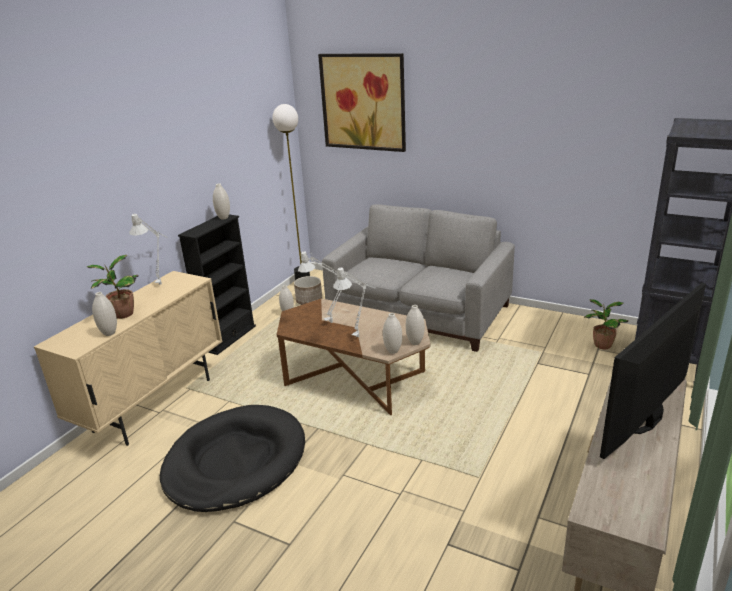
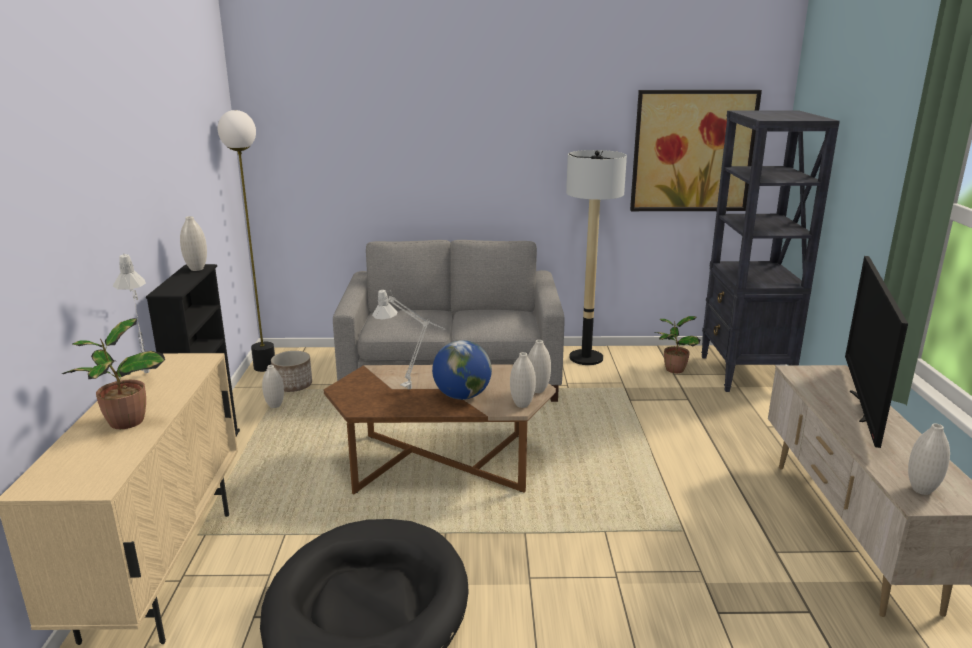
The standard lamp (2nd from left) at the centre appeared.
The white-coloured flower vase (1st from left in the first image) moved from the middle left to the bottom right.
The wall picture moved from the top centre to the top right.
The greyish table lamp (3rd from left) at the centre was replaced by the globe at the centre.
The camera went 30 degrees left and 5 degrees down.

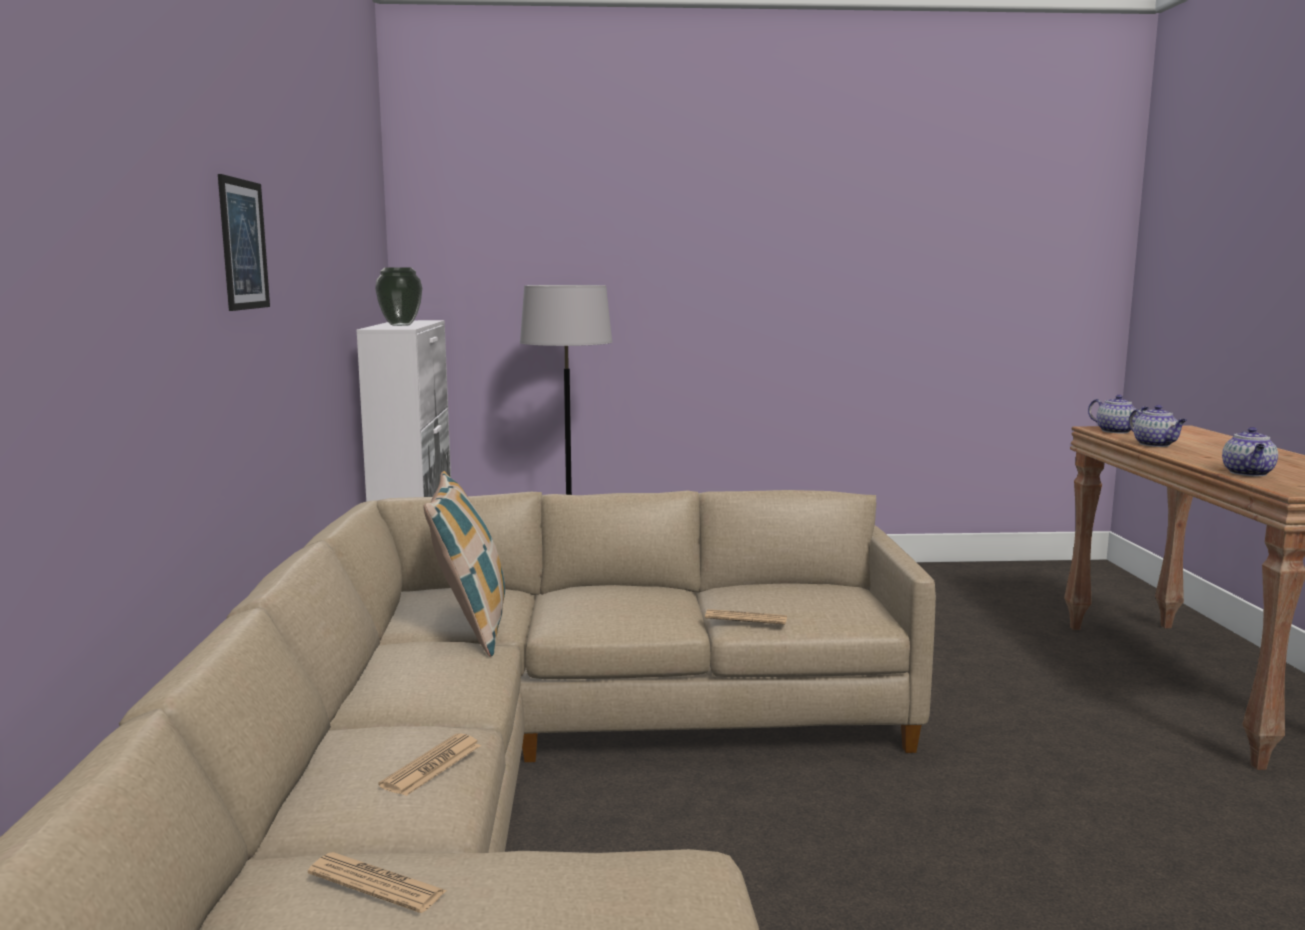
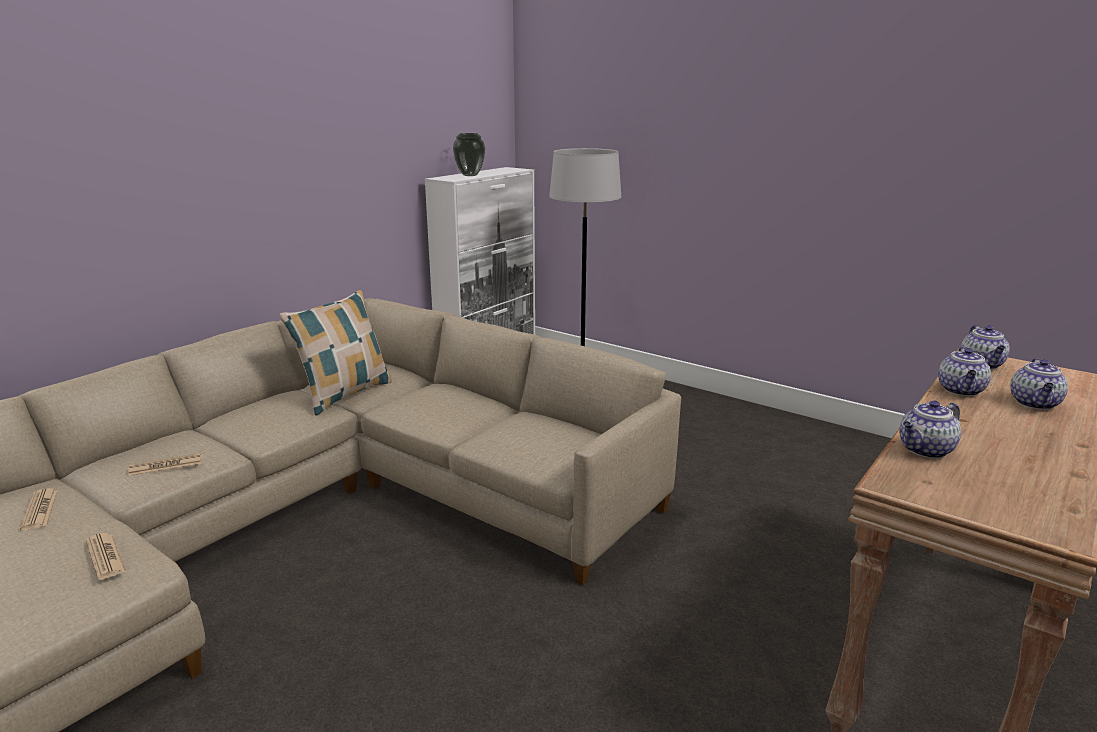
The wall picture at the top left disappeared.
The pot for tea (4th from left) at the middle right appeared.
The printed paper (3rd from left in the first image) moved from the centre to the bottom left.
The camera went 40 degrees right and 10 degrees up.

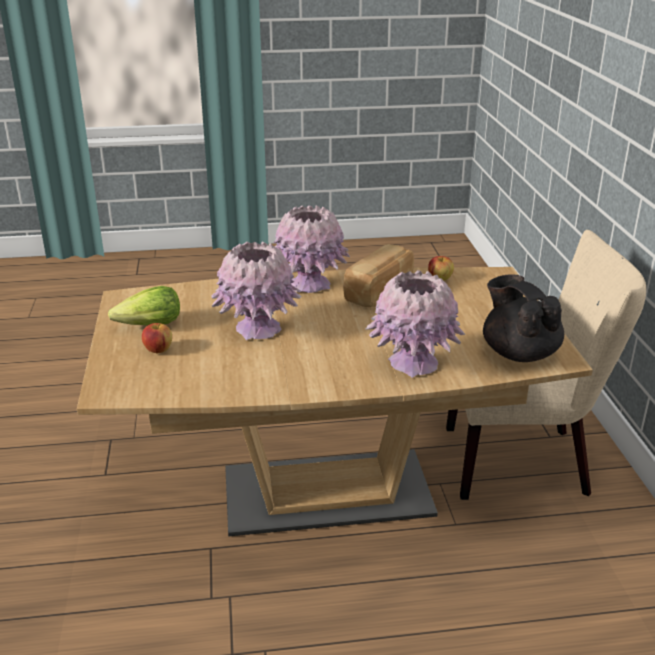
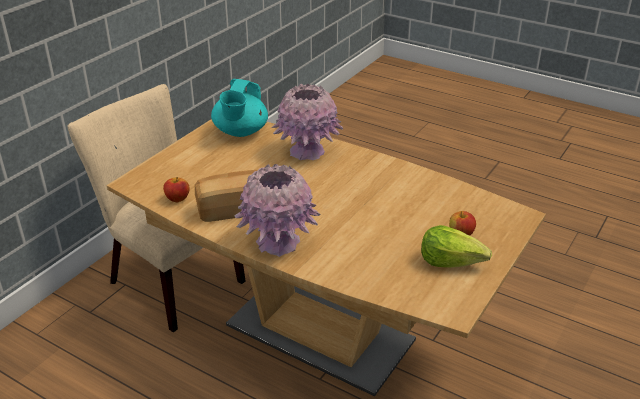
The pink flower vase (1st from left) at the centre disappeared.
The black pot for tea at the middle right became the turquoise pot for tea at the top centre.
The camera went 140 degrees left and 5 degrees up.

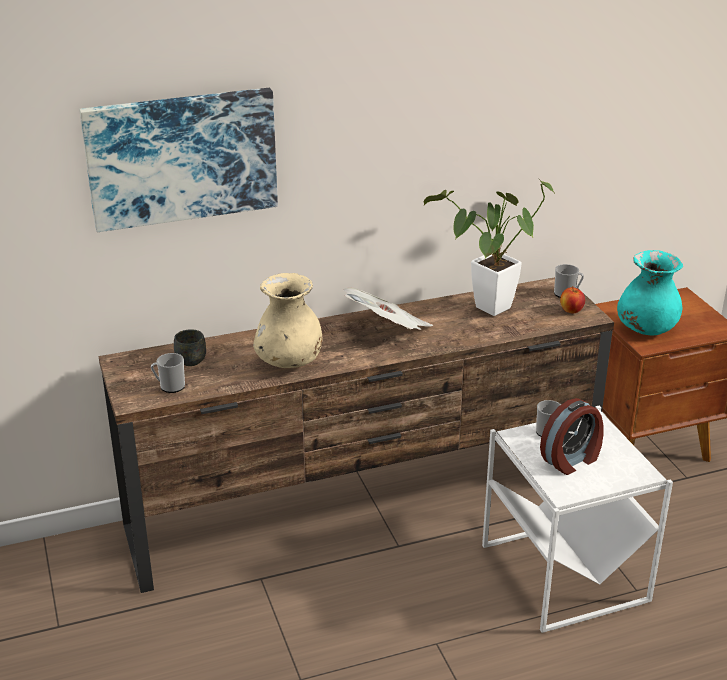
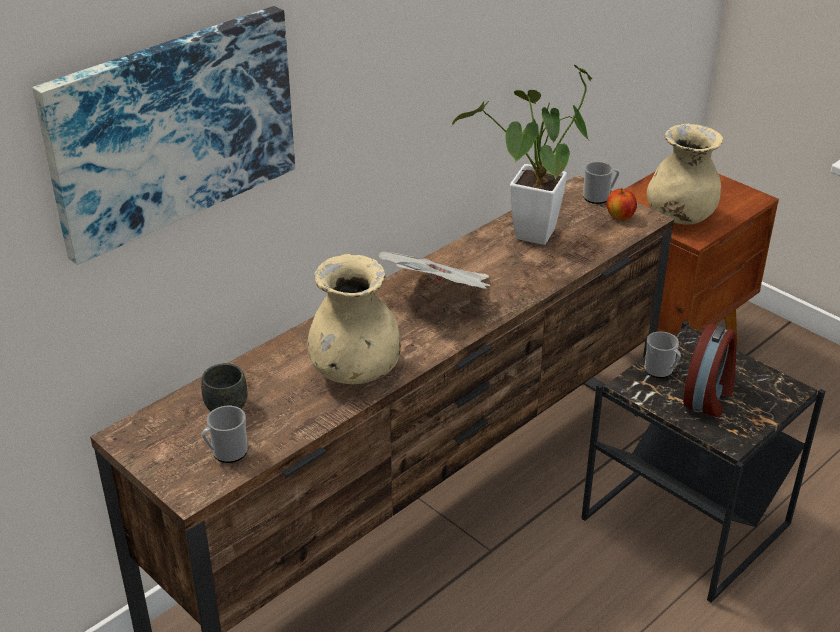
The white-coloured end table at the bottom right became the black end table at the bottom right.
The turquoise flower vase at the middle right became the sand-coloured flower vase (2nd from left) at the top right.
The camera went 25 degrees left and 5 degrees up.

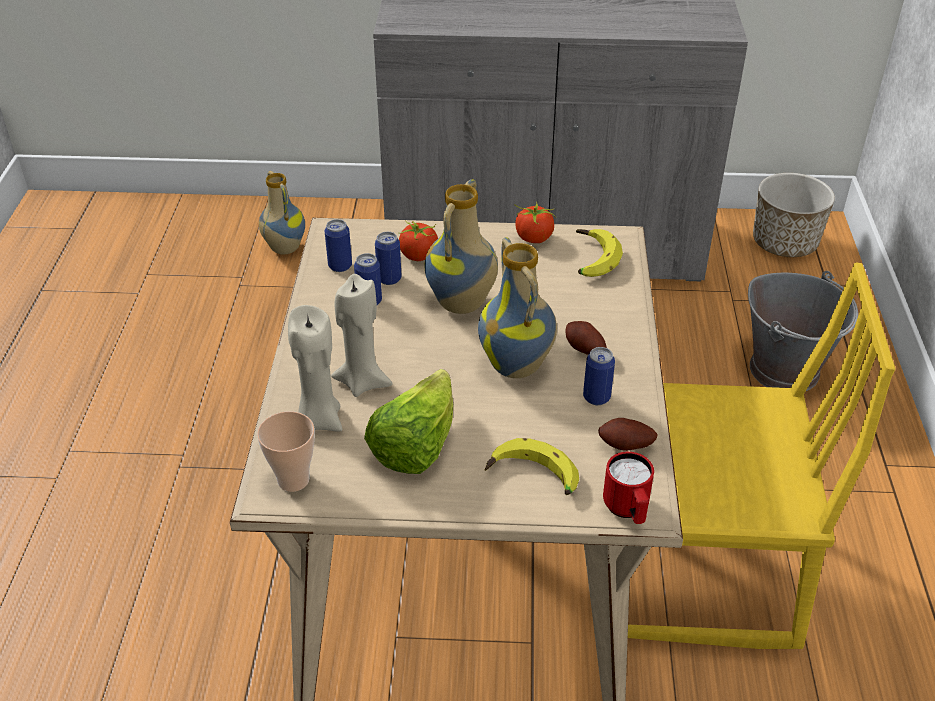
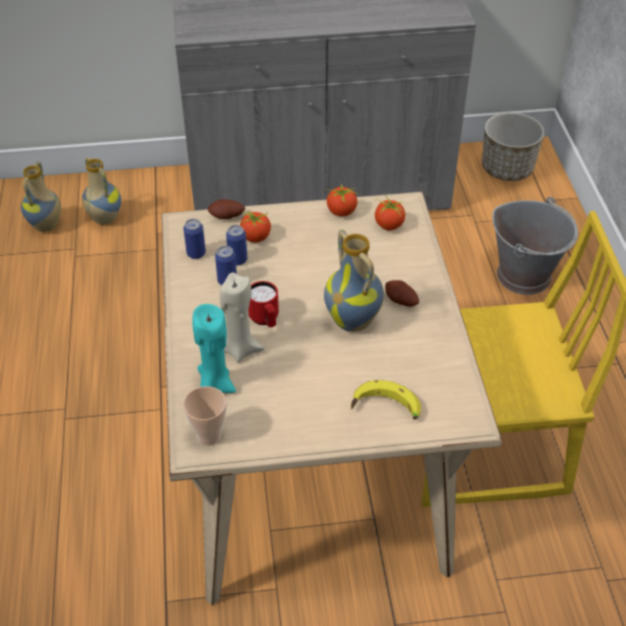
The lettuce head at the centre disappeared.
The can (4th from left) at the centre disappeared.
The flower vase (2nd from left in the first image) moved from the centre to the top left.
The spud (2nd from left in the first image) moved from the middle right to the centre.
The reddish tea mug moved from the bottom right to the centre.
The banana (2nd from left) at the centre was replaced by the tomato (3rd from left) at the centre.
The sand-coloured wax candle (1st from left) at the centre became the turquoise wax candle at the centre.
The camera went 10 degrees left and 5 degrees up.

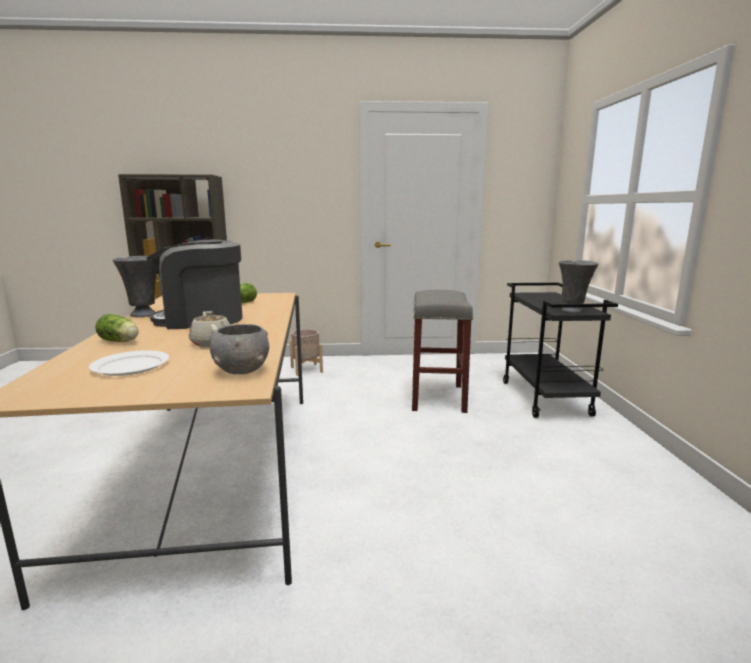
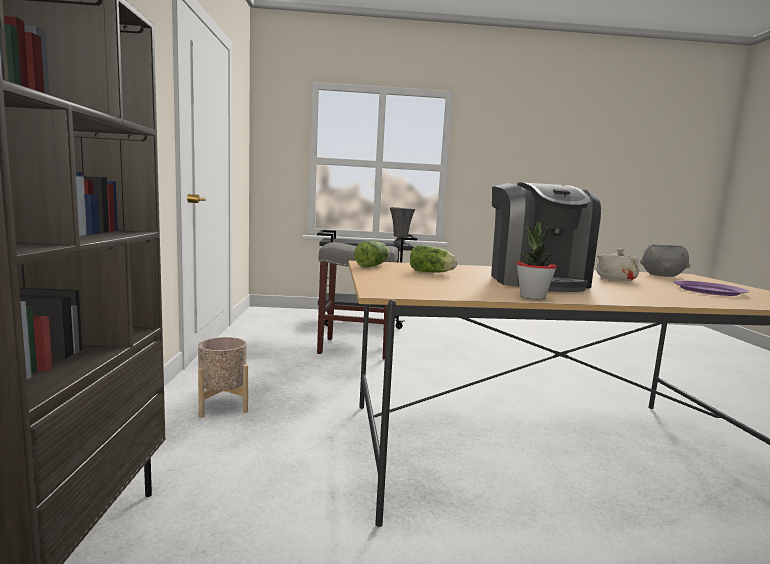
The lettuce head (1st from left) moved from the middle left to the centre.
The greyish flower vase (1st from left) at the middle left was replaced by the potted plant at the middle right.
The white-coloured plate at the middle left became the purplish plate at the middle right.
The camera went 90 degrees left and 5 degrees down.

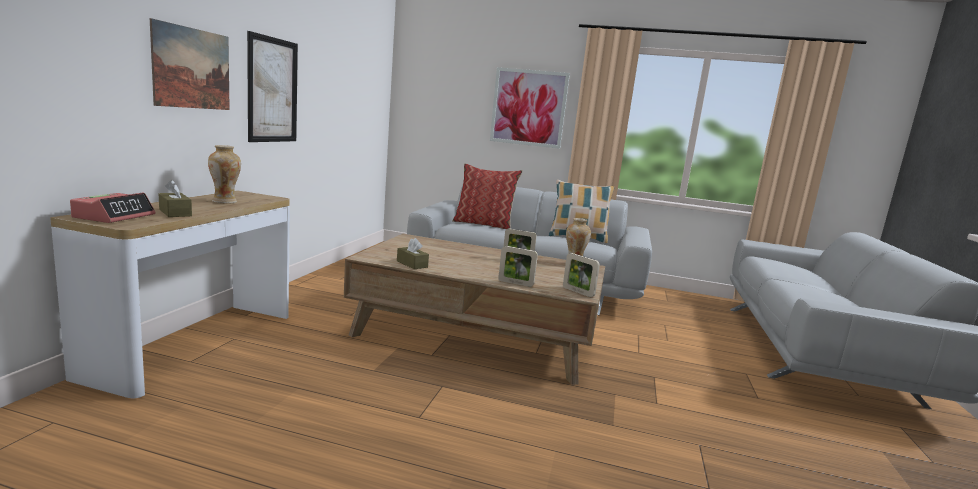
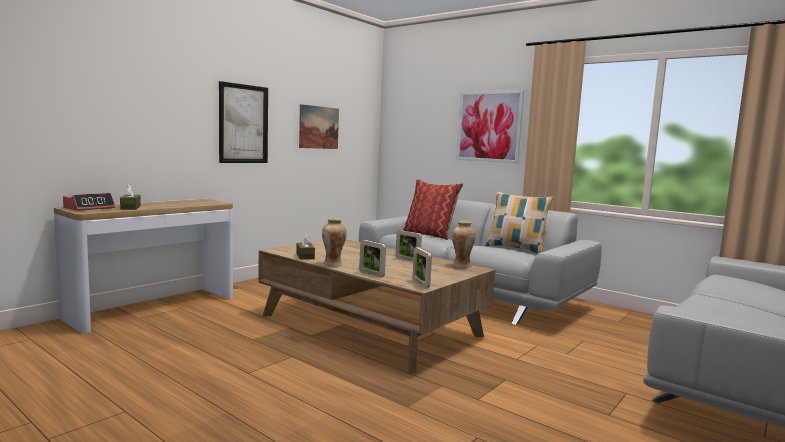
The wall picture (1st from left in the first image) moved from the top left to the top centre.
The flower vase (1st from left) moved from the middle left to the centre.
The camera went 25 degrees right and 5 degrees down.

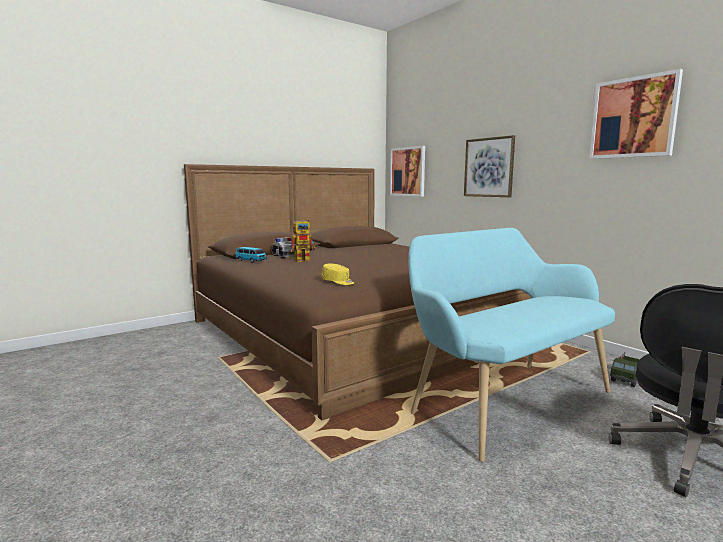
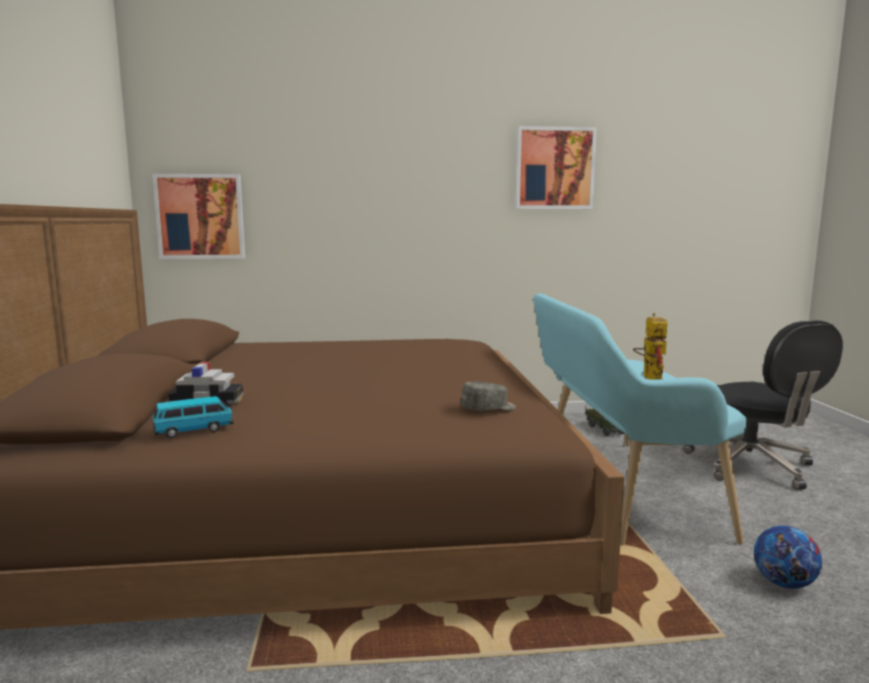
The wall picture (2nd from left) at the top right disappeared.
The football at the bottom right appeared.
The robot figure moved from the centre to the middle right.
The yellow baseball cap at the centre became the greyish baseball cap at the centre.
The camera went 60 degrees left and 0 degrees up.

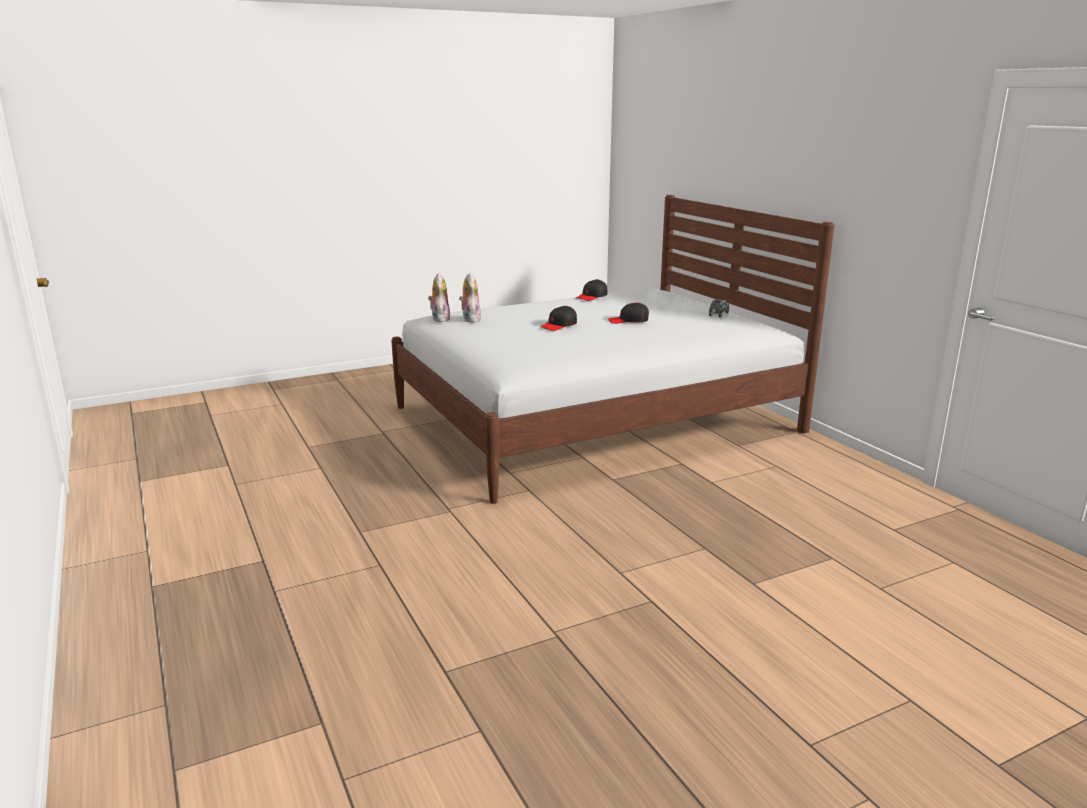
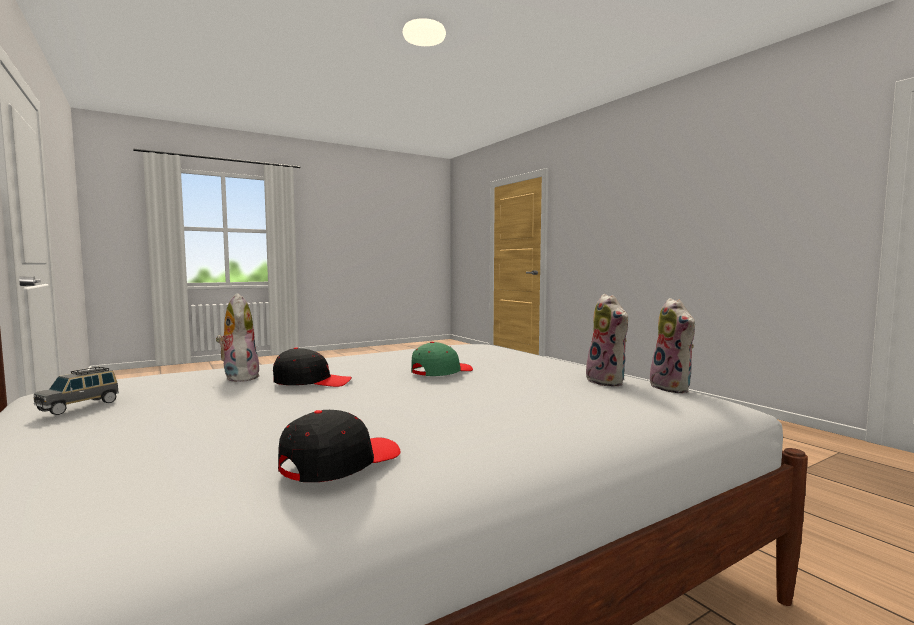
The soft toy (1st from left) at the middle left appeared.
The black baseball cap (1st from left) at the centre became the green-coloured baseball cap at the centre.
The camera went 175 degrees right and 15 degrees down.

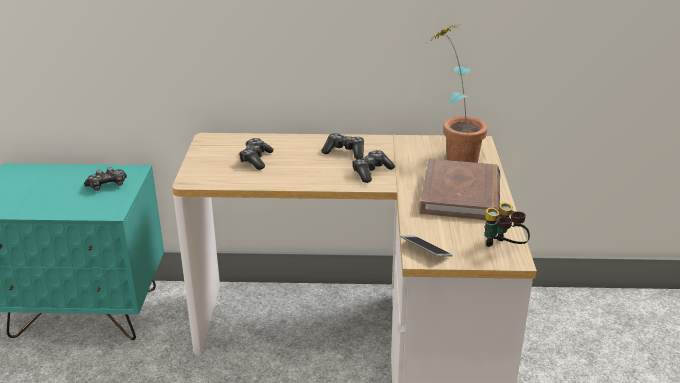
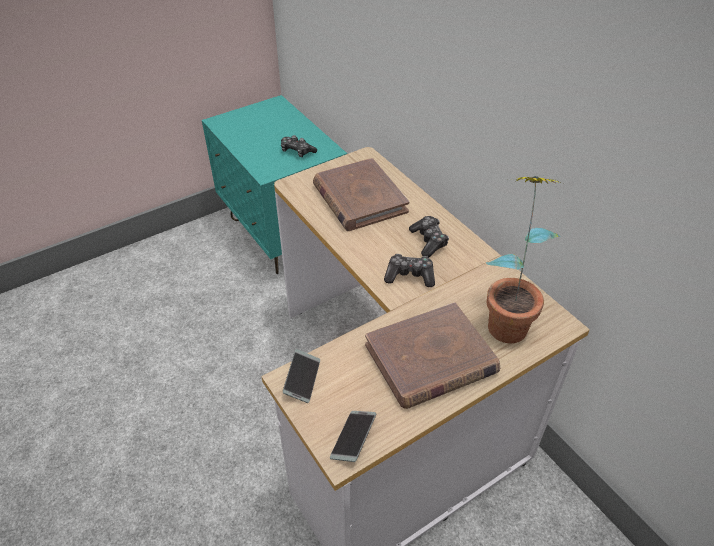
The joypad (2nd from left) at the centre was replaced by the brown-coloured bound book (1st from left) at the centre.
The field glasses at the middle right was replaced by the telephone (2nd from left) at the bottom centre.
The camera went 55 degrees right and 15 degrees up.

